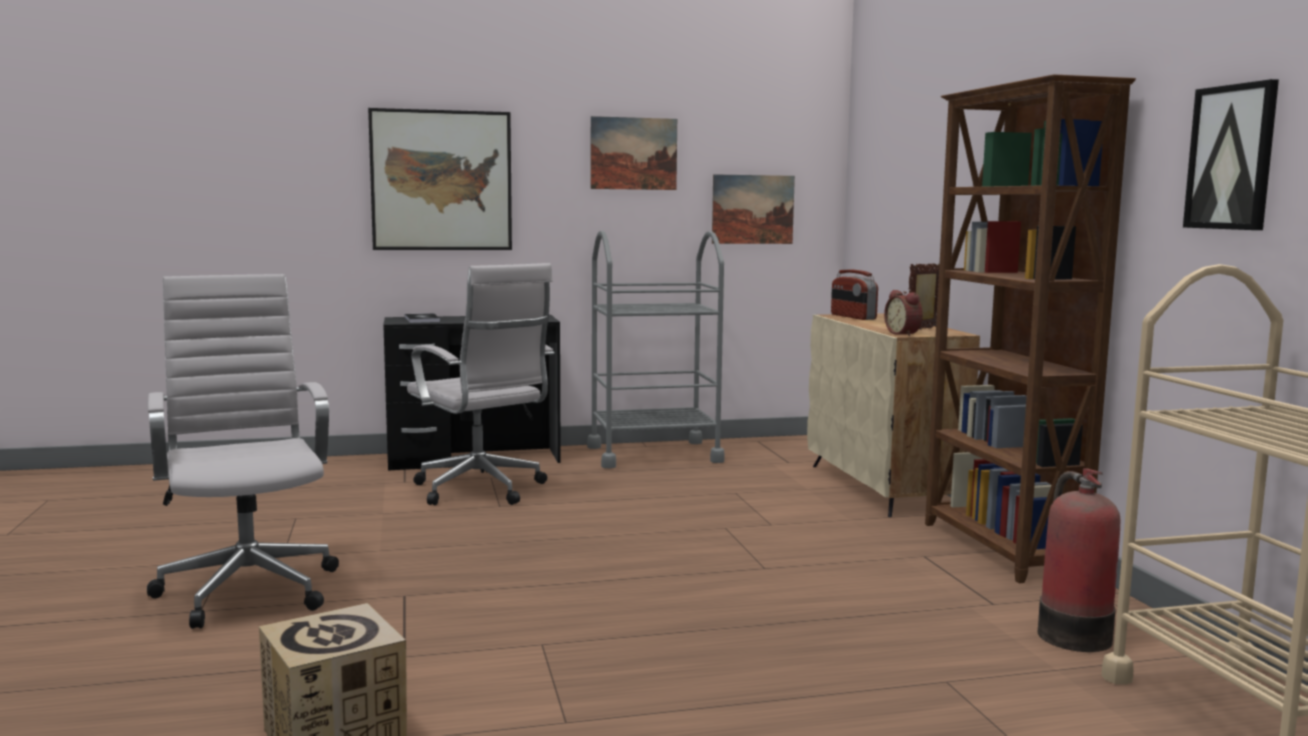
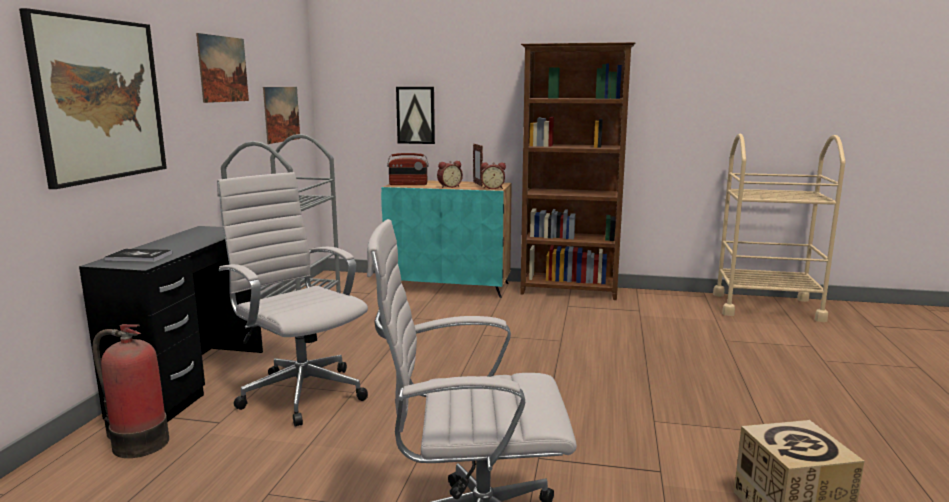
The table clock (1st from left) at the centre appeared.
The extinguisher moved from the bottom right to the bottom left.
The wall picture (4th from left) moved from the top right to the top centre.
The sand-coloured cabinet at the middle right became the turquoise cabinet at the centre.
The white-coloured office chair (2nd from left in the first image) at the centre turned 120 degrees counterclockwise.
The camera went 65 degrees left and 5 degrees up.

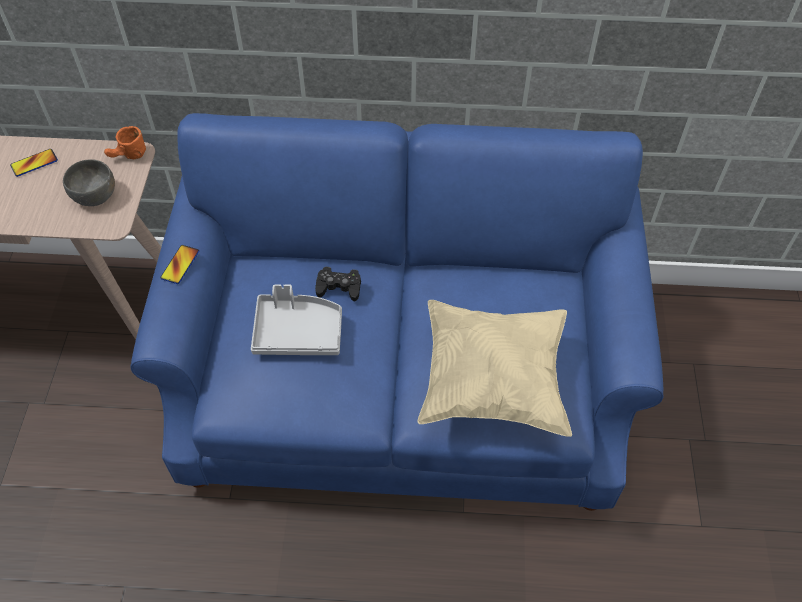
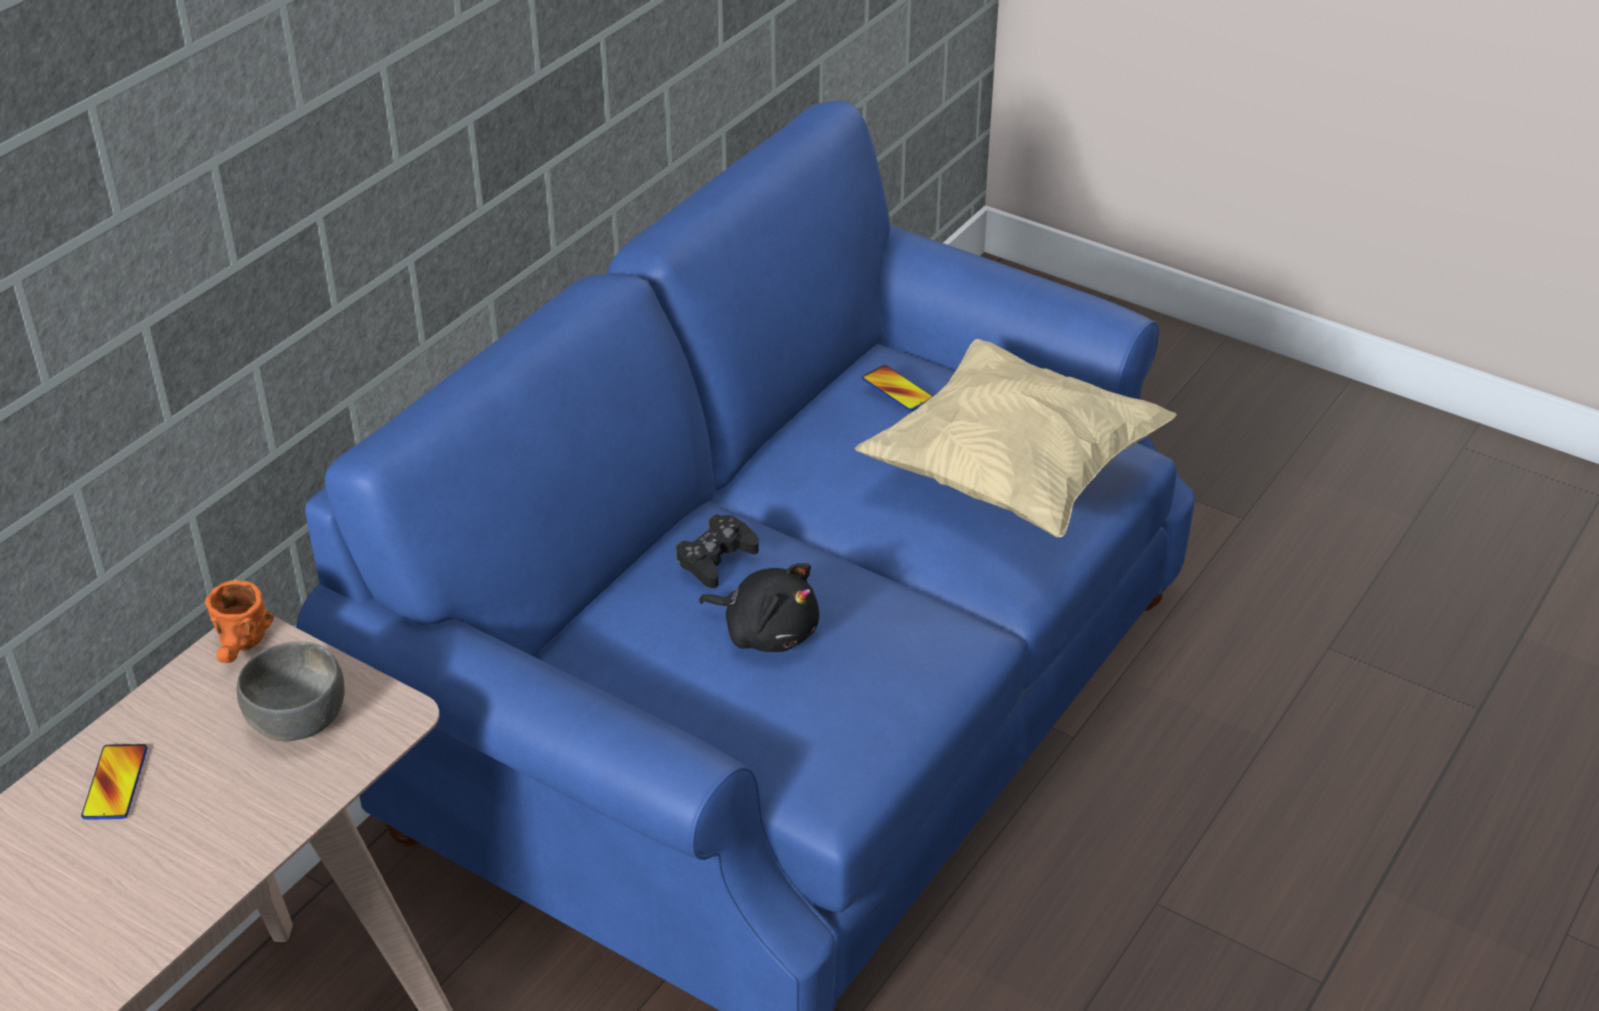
The telephone (2nd from left) moved from the middle left to the centre.
The greyish carrying tray at the centre was replaced by the black soft toy at the centre.
The camera went 60 degrees left and 15 degrees down.

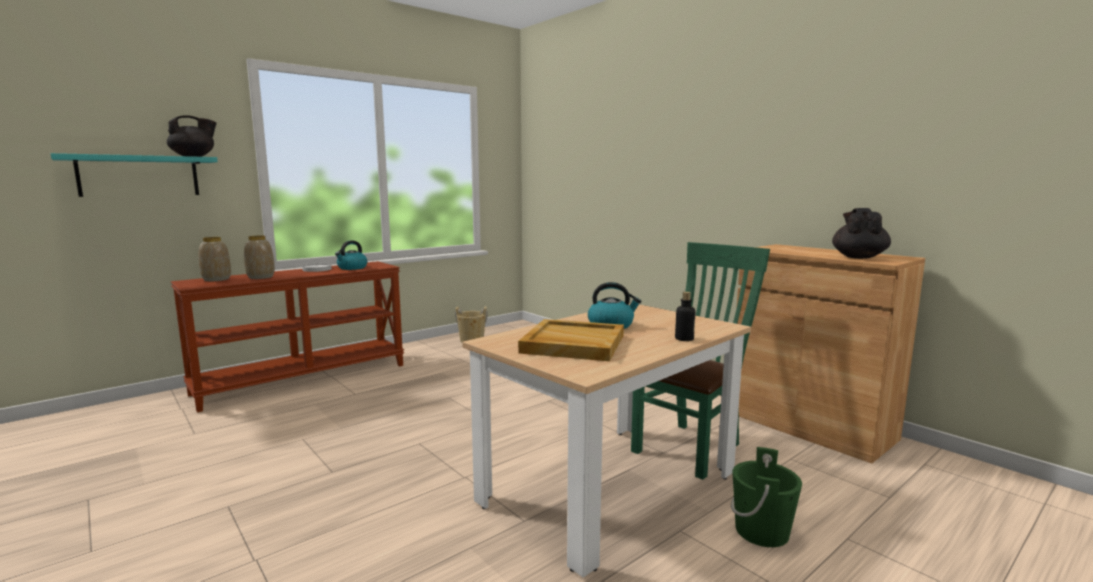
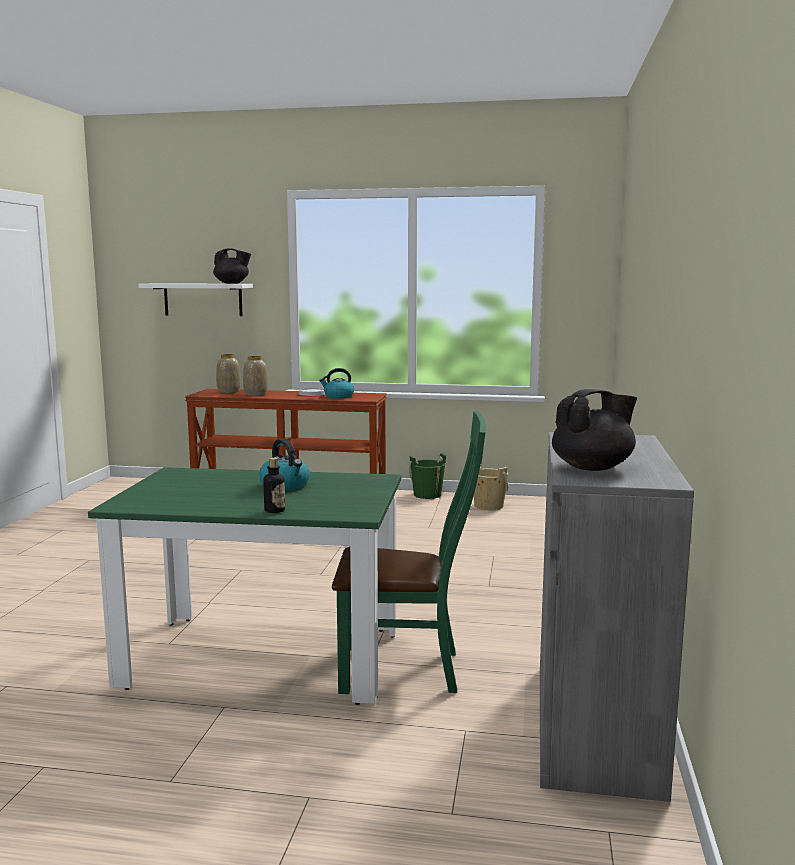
The sand-coloured carrying tray at the centre disappeared.
The green-coloured water bucket moved from the bottom right to the centre.
The turquoise shelf at the top left became the white-coloured shelf at the middle left.
The sand-coloured dining table at the bottom centre became the green-coloured dining table at the bottom left.
The brown-coloured cabinet at the middle right became the greyish cabinet at the bottom right.
The camera went 50 degrees right and 0 degrees up.

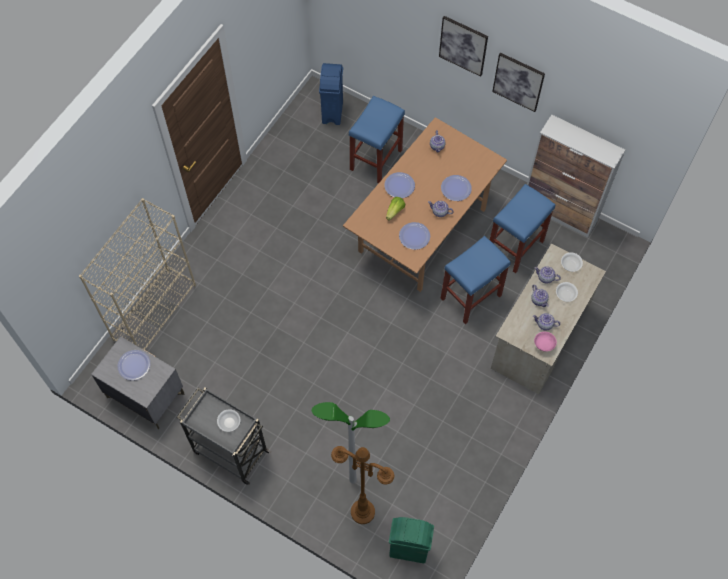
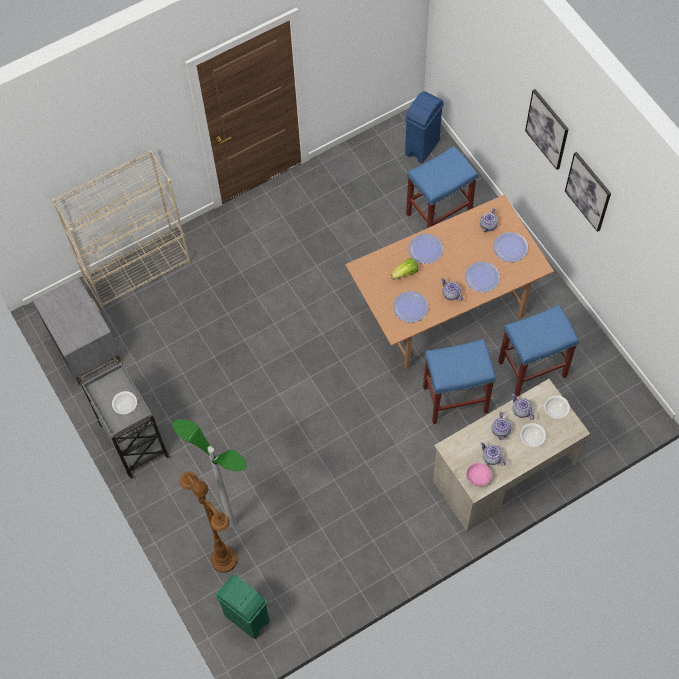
The cabinet at the top right disappeared.
The plate (1st from left in the first image) moved from the middle left to the middle right.
The camera went 30 degrees right and 0 degrees up.

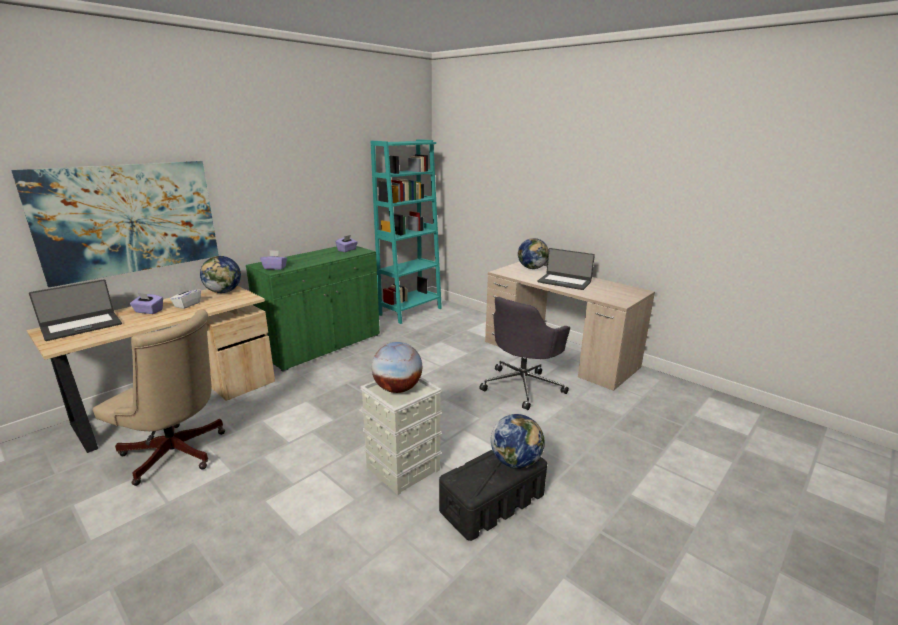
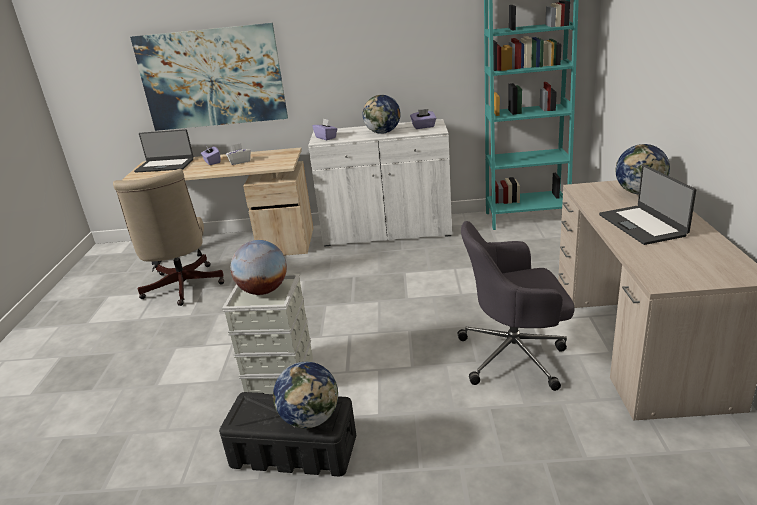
The globe (1st from left in the first image) moved from the middle left to the top centre.
The green-coloured cabinet at the centre became the white-coloured cabinet at the centre.
The camera went 50 degrees right and 5 degrees up.

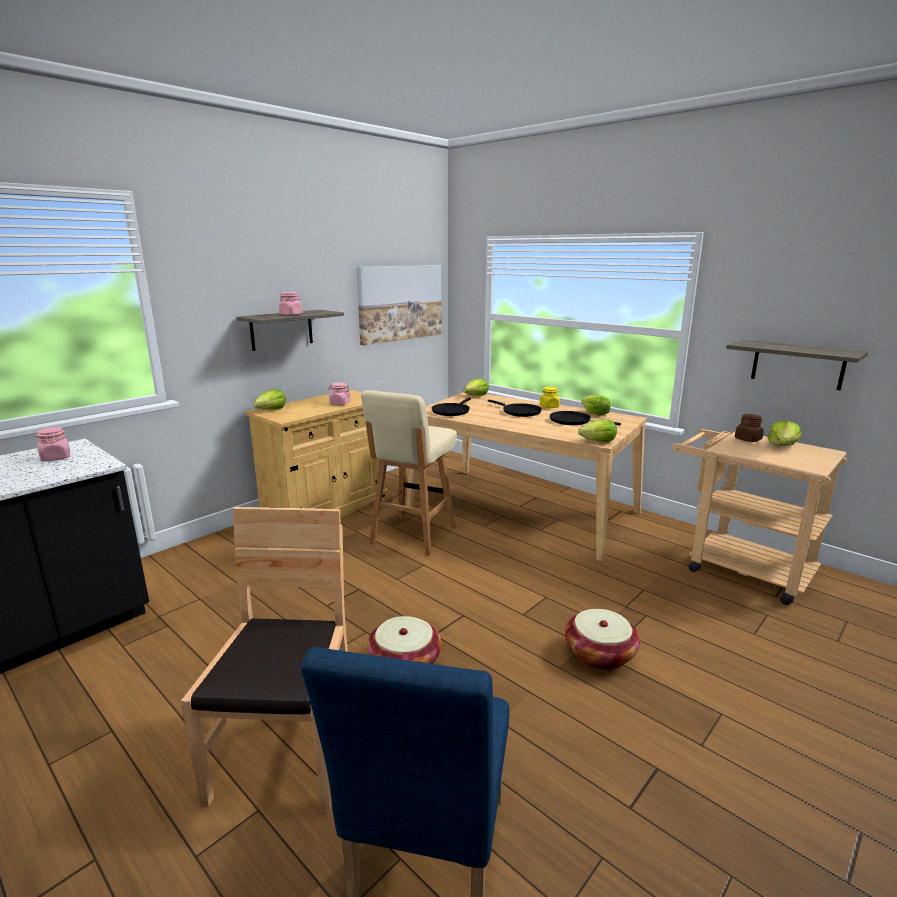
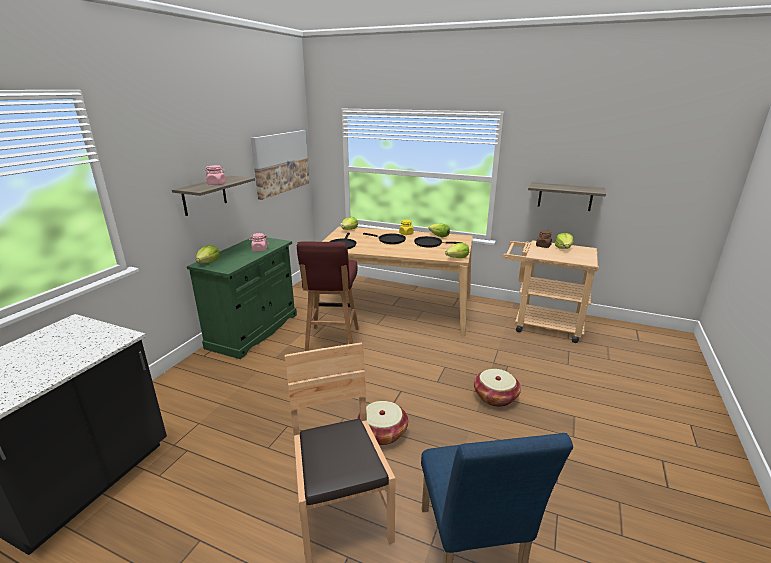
The pink preserve jar (1st from left) at the middle left disappeared.
The sand-coloured cabinet at the centre became the green-coloured cabinet at the middle left.
The sand-coloured stool at the centre became the reddish stool at the centre.
The camera went 20 degrees left and 5 degrees up.

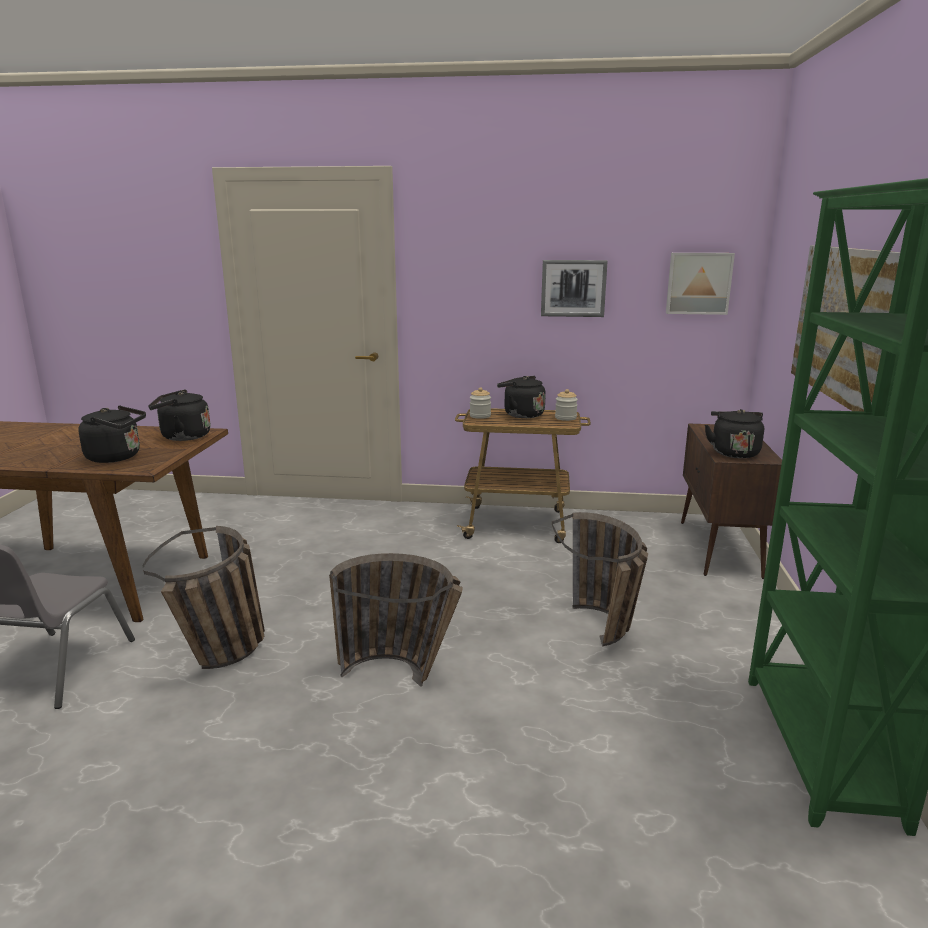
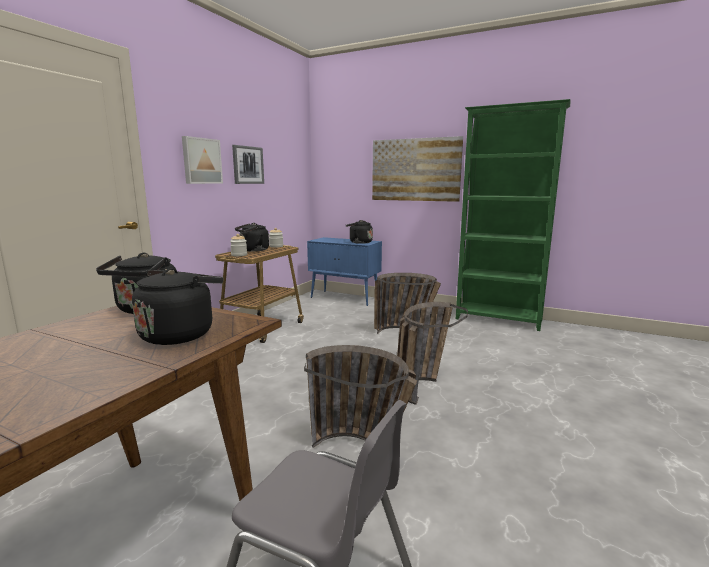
The wall picture (2nd from left in the first image) moved from the top right to the top left.
The brown-coloured cabinet at the middle right became the blue-coloured cabinet at the centre.
The camera went 70 degrees left and 5 degrees down.

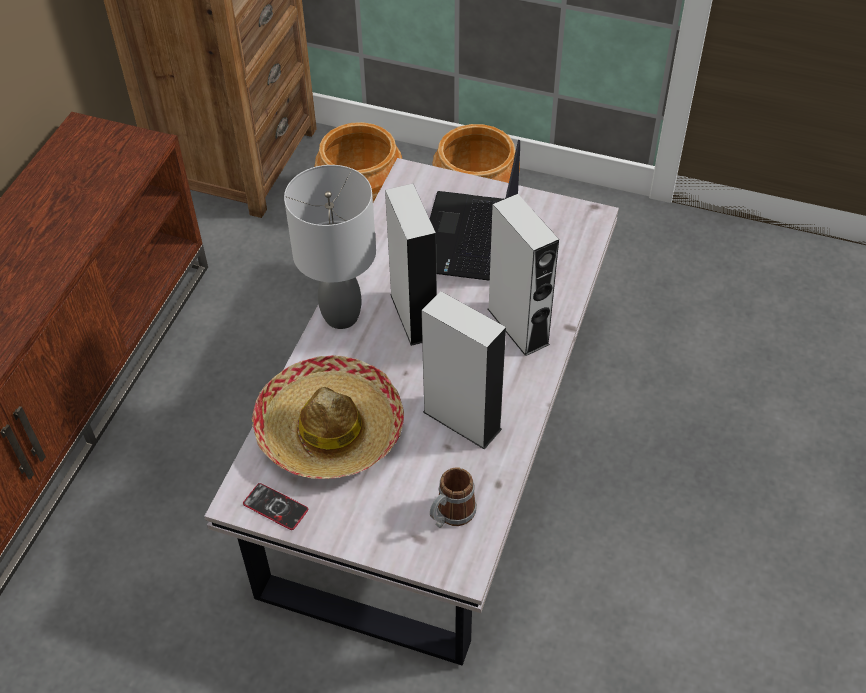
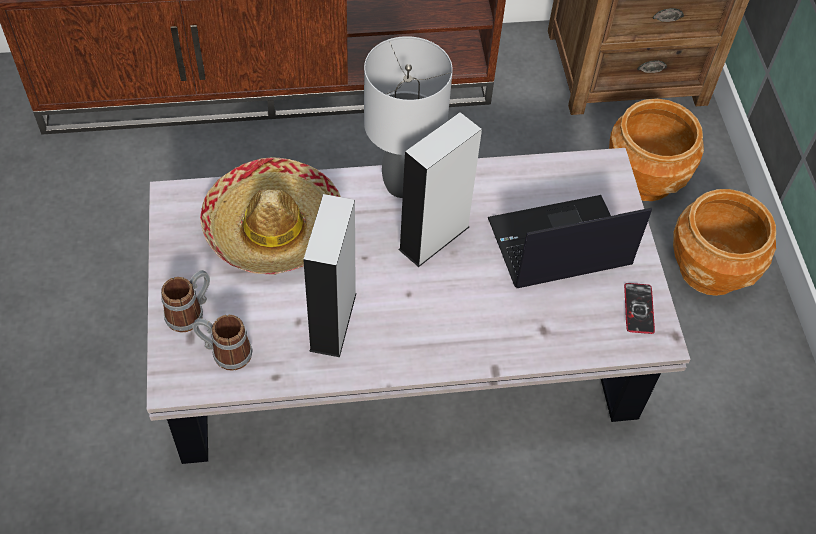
The greyish loudspeaker (3rd from left) at the centre disappeared.
The tea mug (1st from left) at the middle left appeared.
The telephone moved from the bottom left to the middle right.
The camera went 60 degrees right and 5 degrees up.

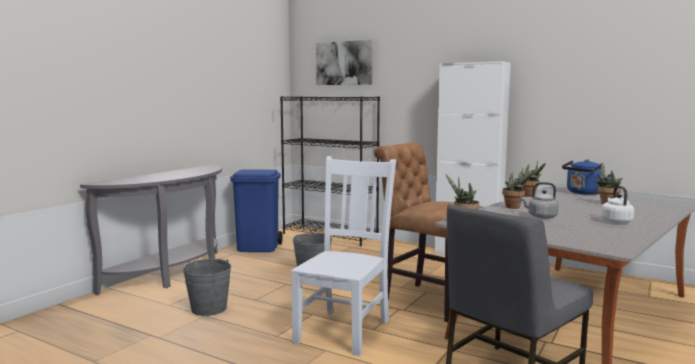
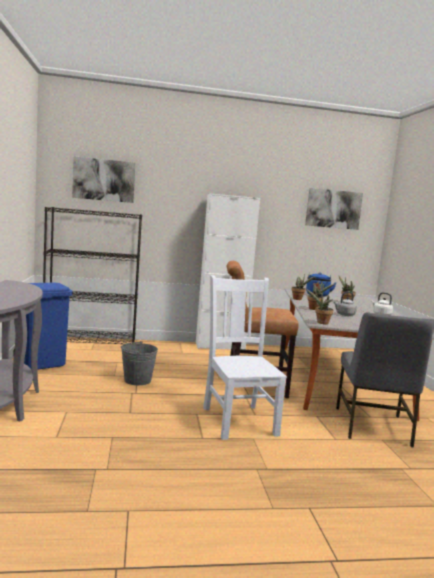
The greyish water bucket (1st from left) at the bottom left disappeared.
The wall picture (2nd from left) at the middle right appeared.
The camera went 40 degrees left and 0 degrees up.

